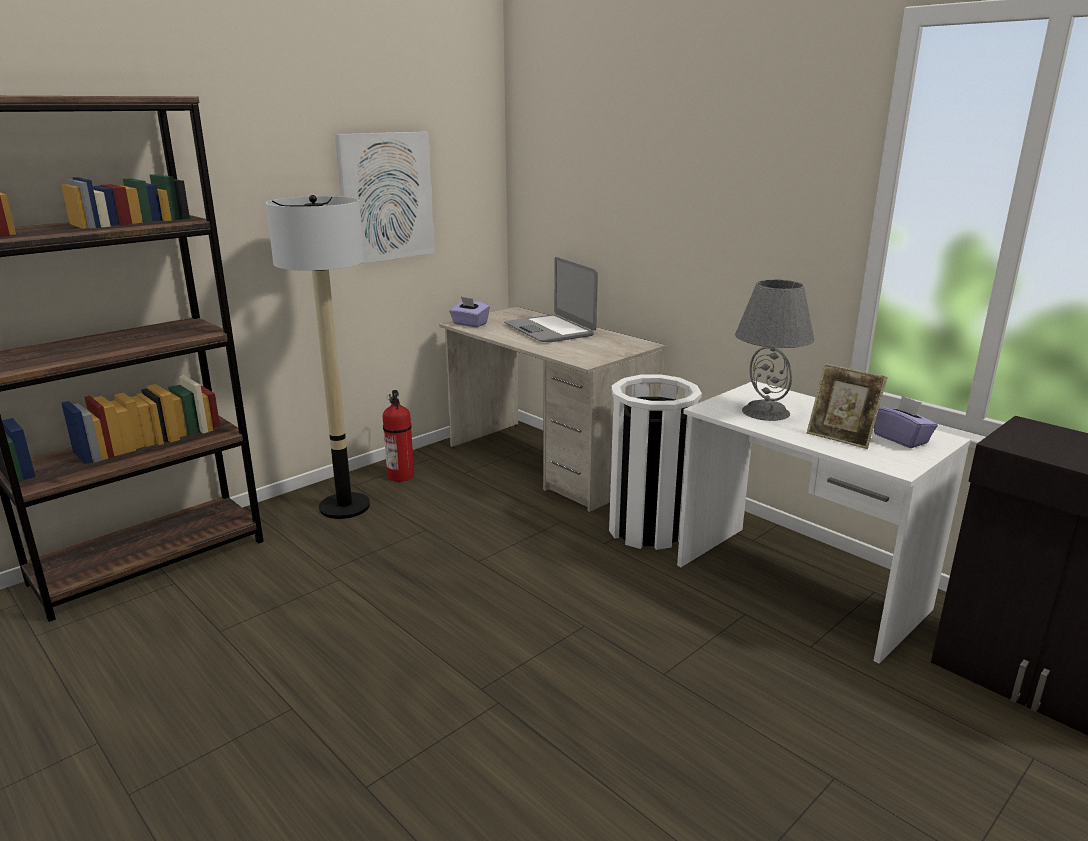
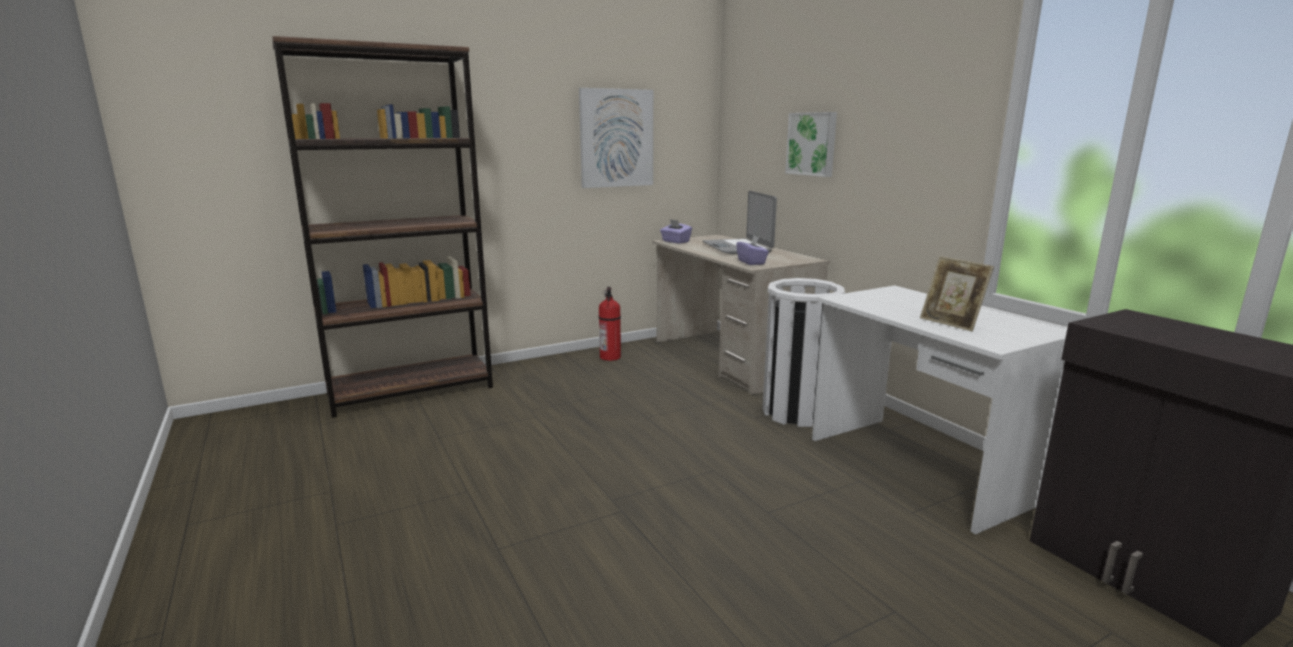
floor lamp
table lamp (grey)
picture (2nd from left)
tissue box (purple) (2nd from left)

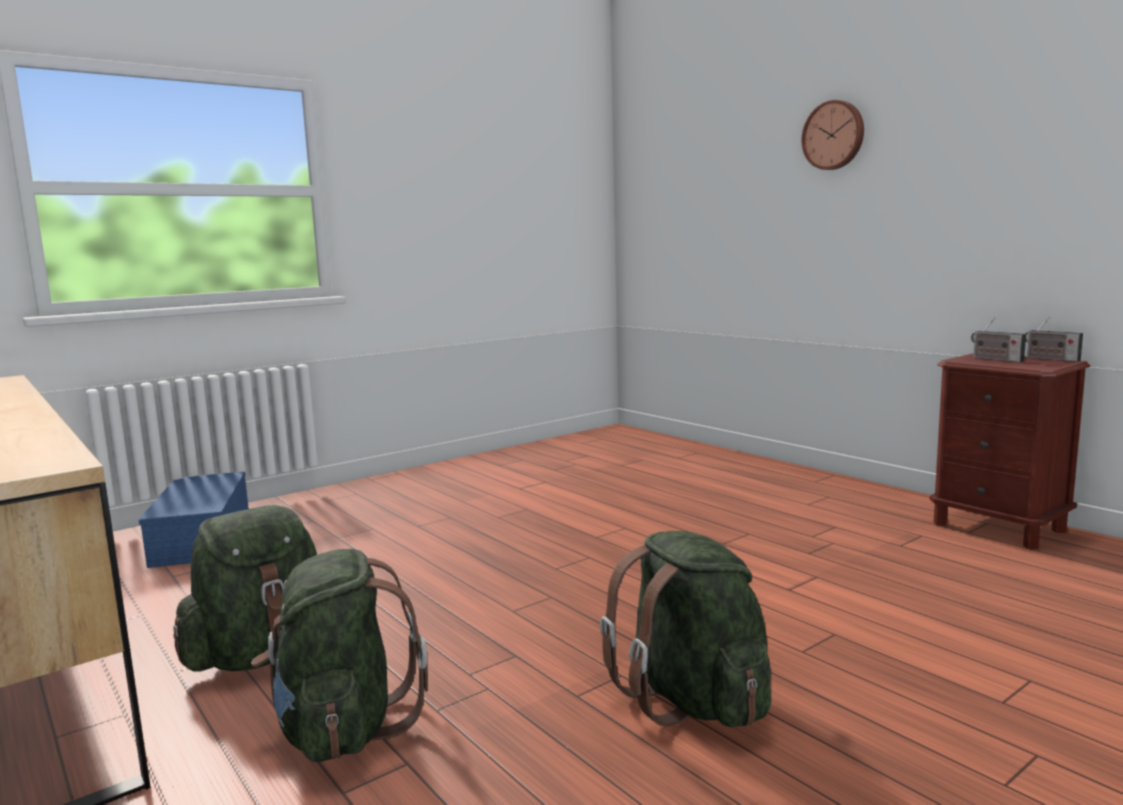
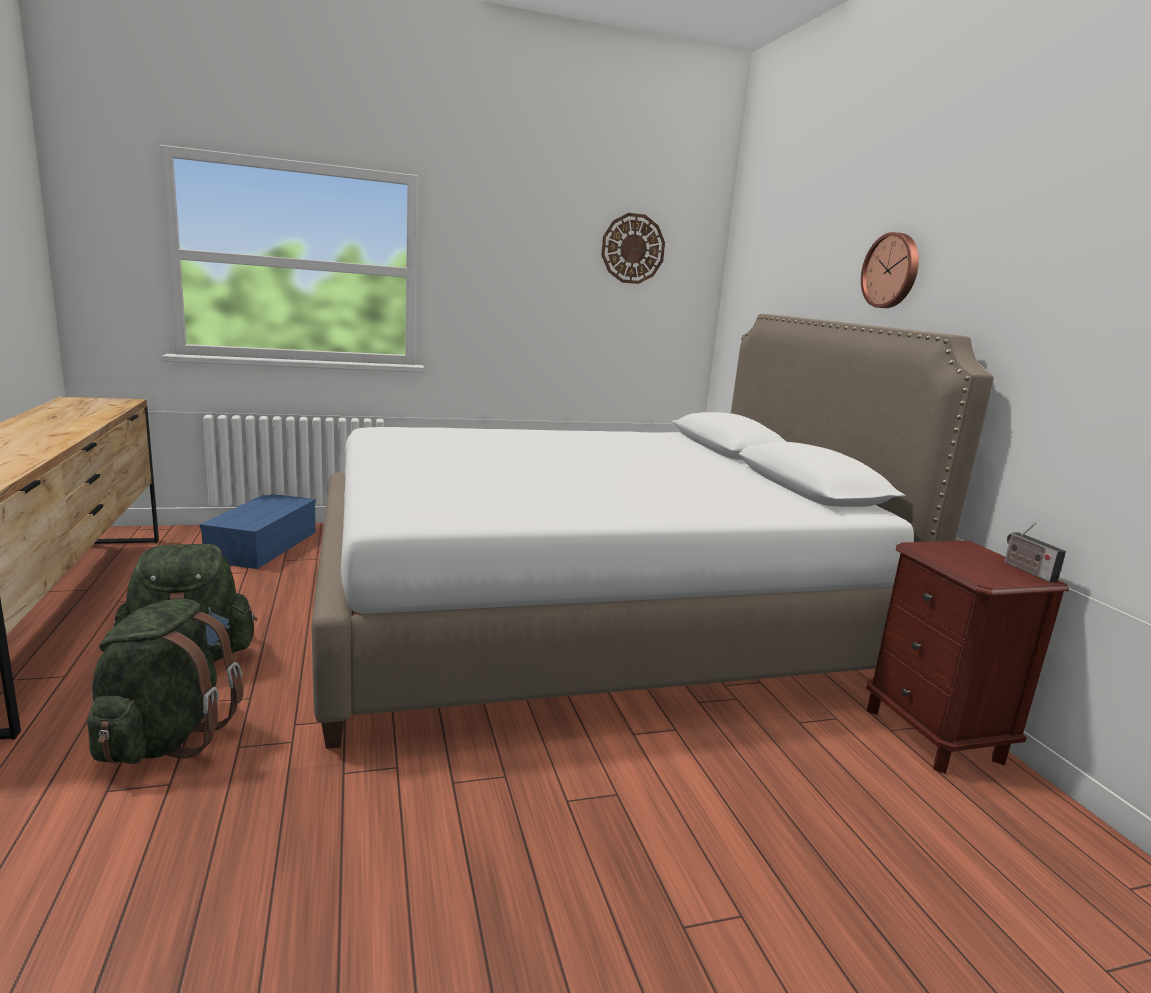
backpack (green) (3rd from left in the first image)
radio (1st from left in the first image)
bed (white)
wall clock (1st from left)

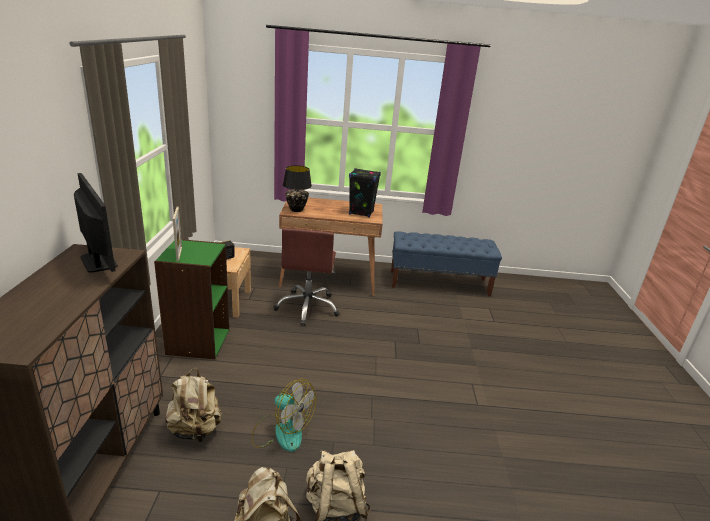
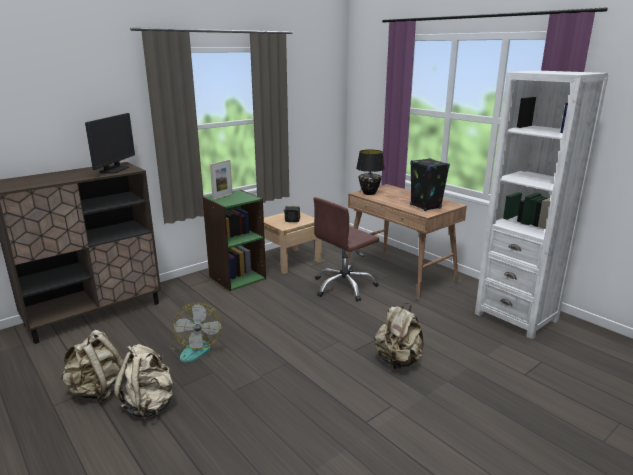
backpack (beige) (3rd from left)
bookcase (white)

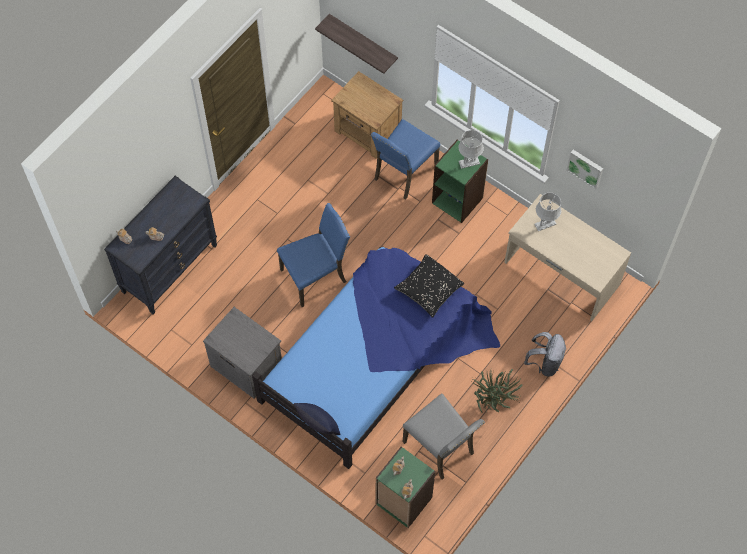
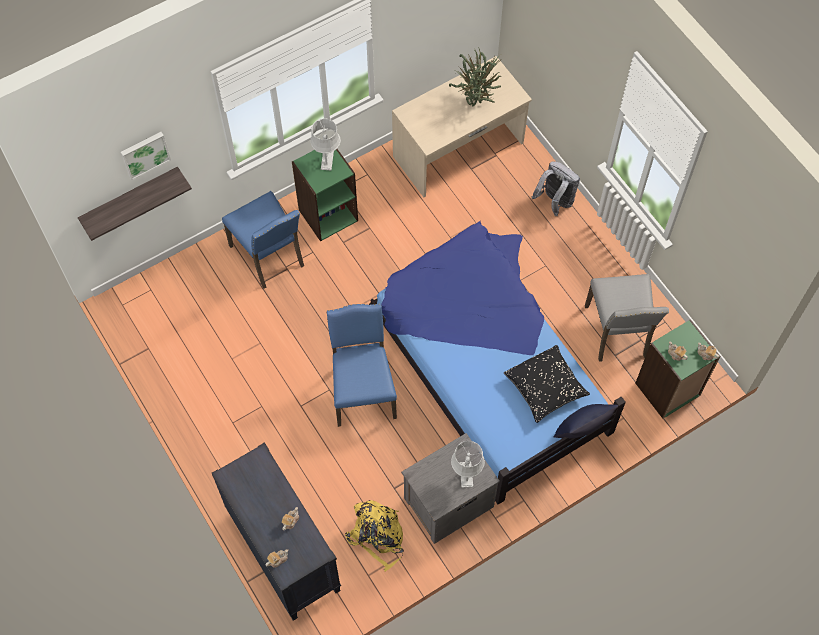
nightstand (brown)
backpack (yellow)
pillow (black)
potted plant
table lamp (grey) (2nd from left)
picture
chair (grey)

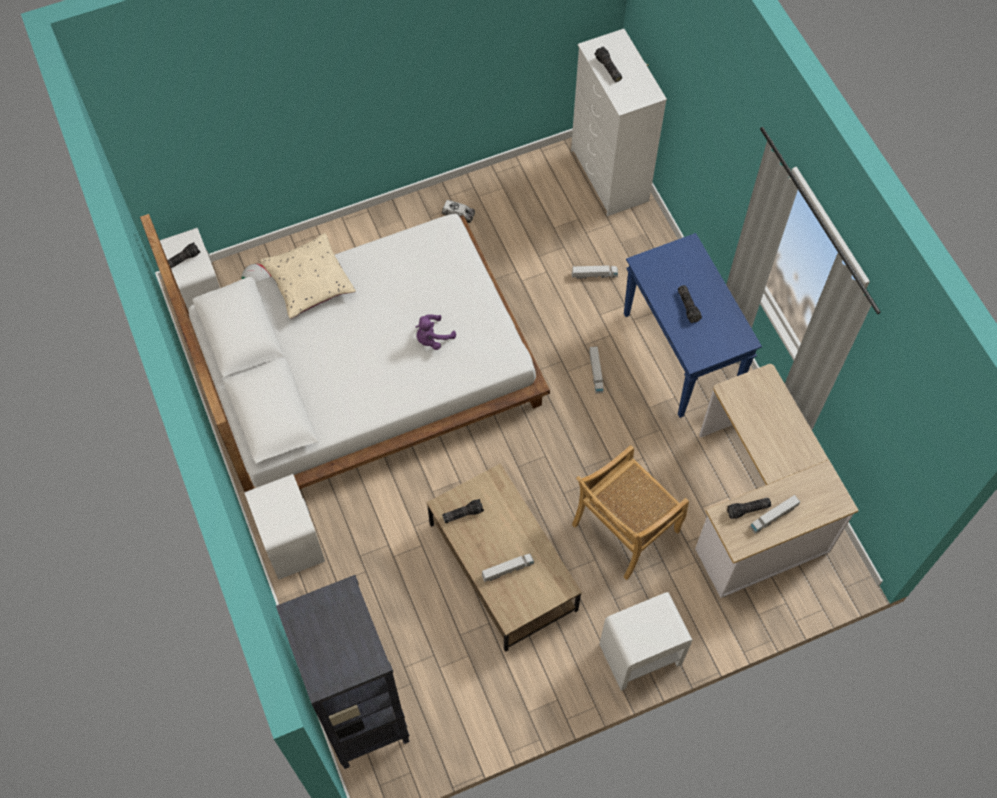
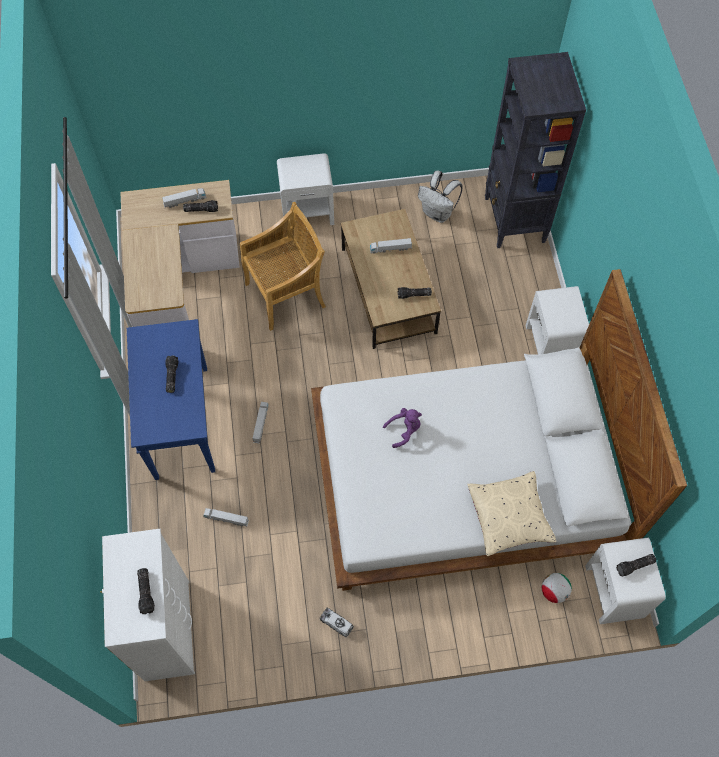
backpack (white)

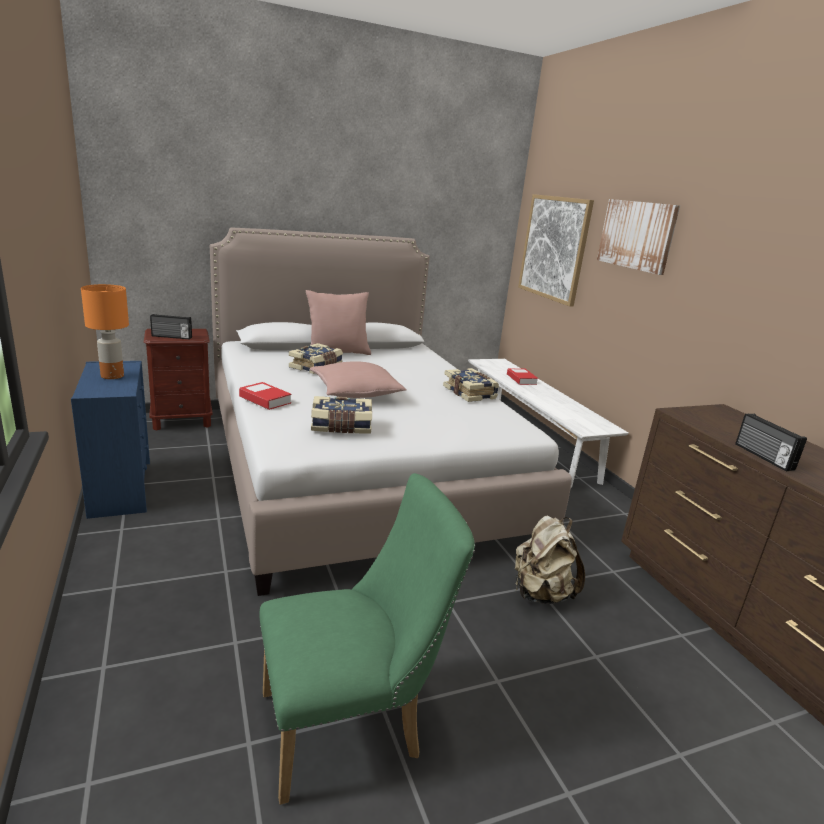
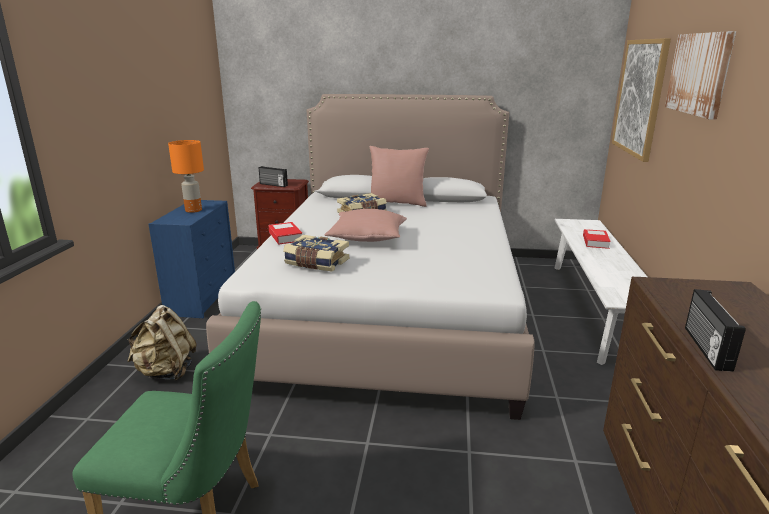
book (4th from left in the first image)
backpack (beige)

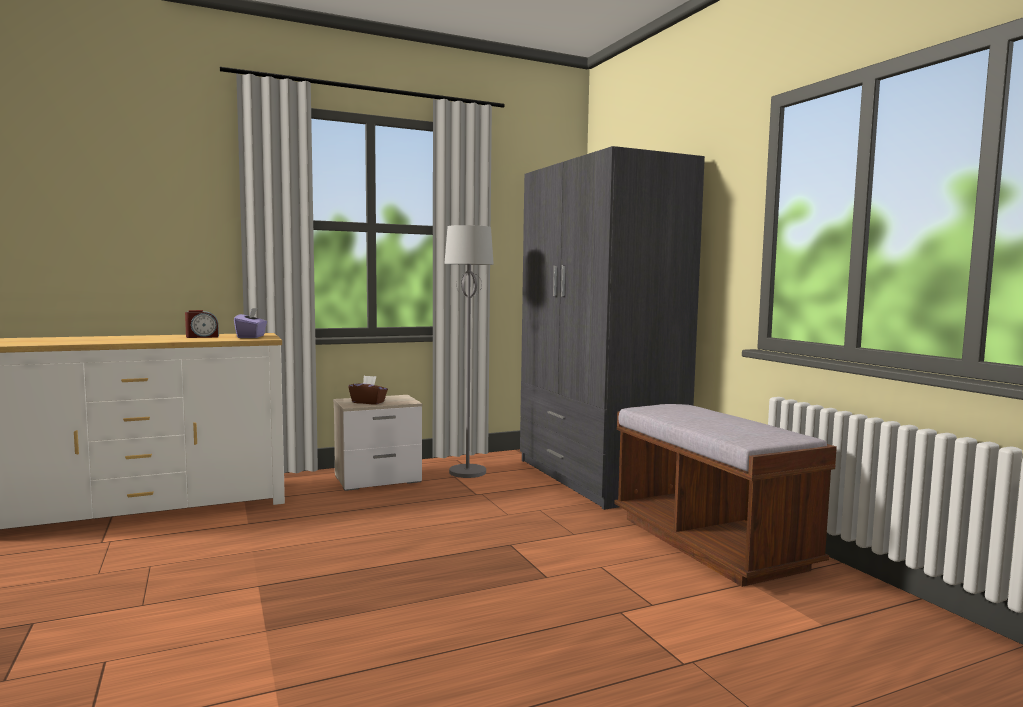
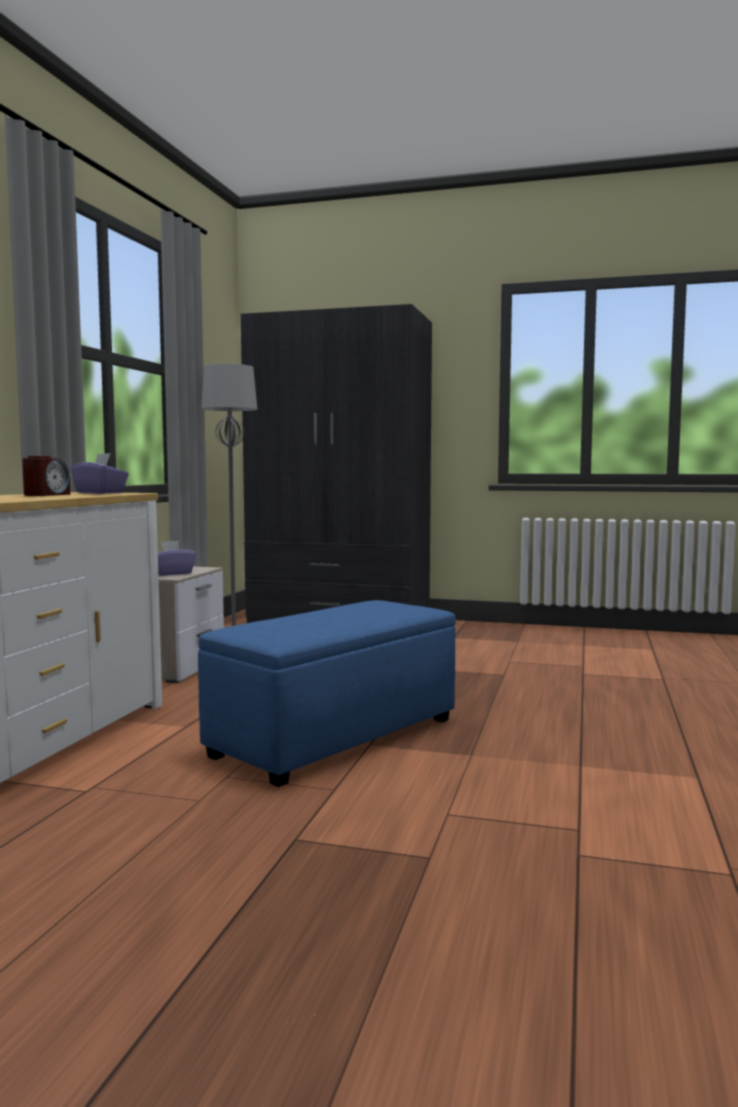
bench (brown)
ottoman (blue)
tissue box (purple) (2nd from left)

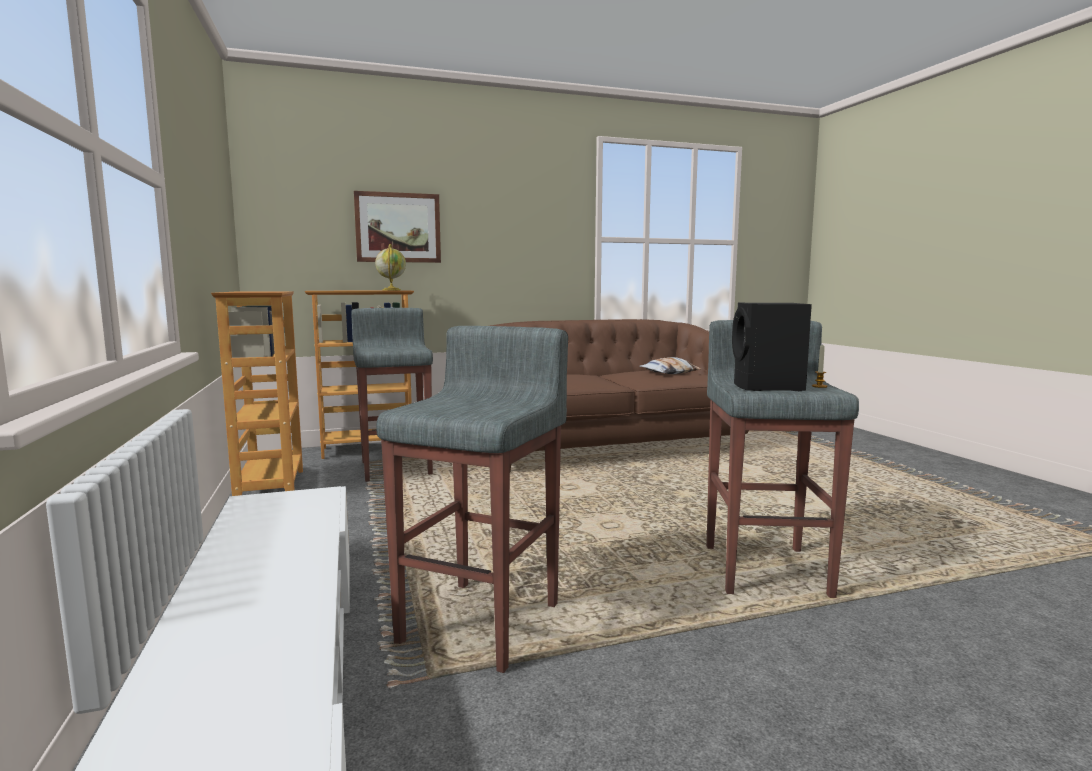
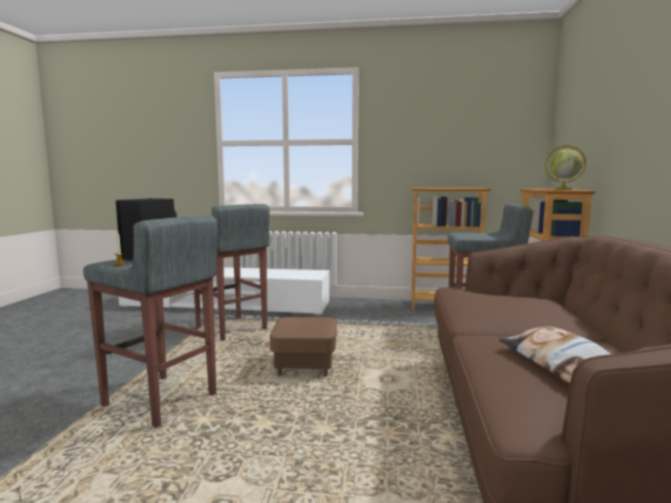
picture
ottoman (brown)

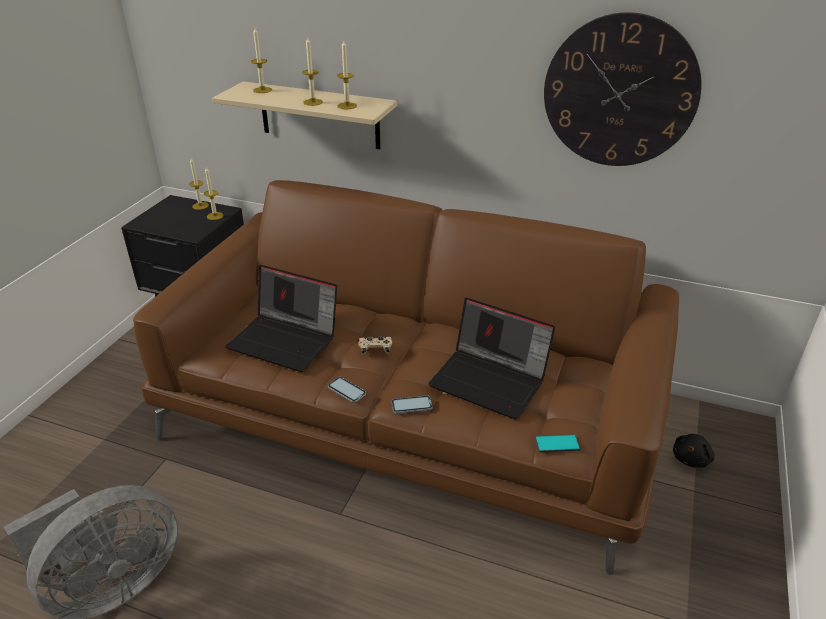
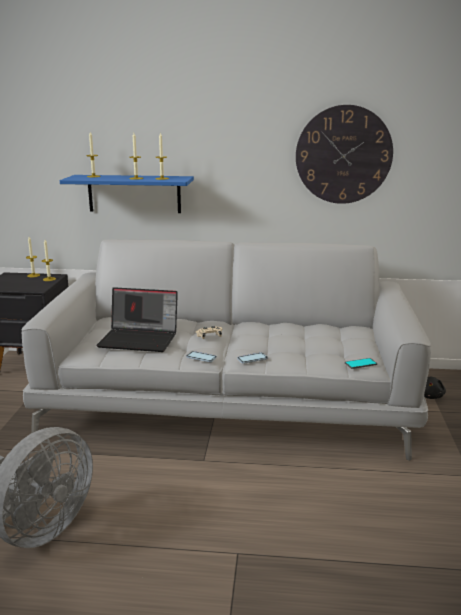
laptop (2nd from left in the first image)
sofa (grey)
shelf (blue)

